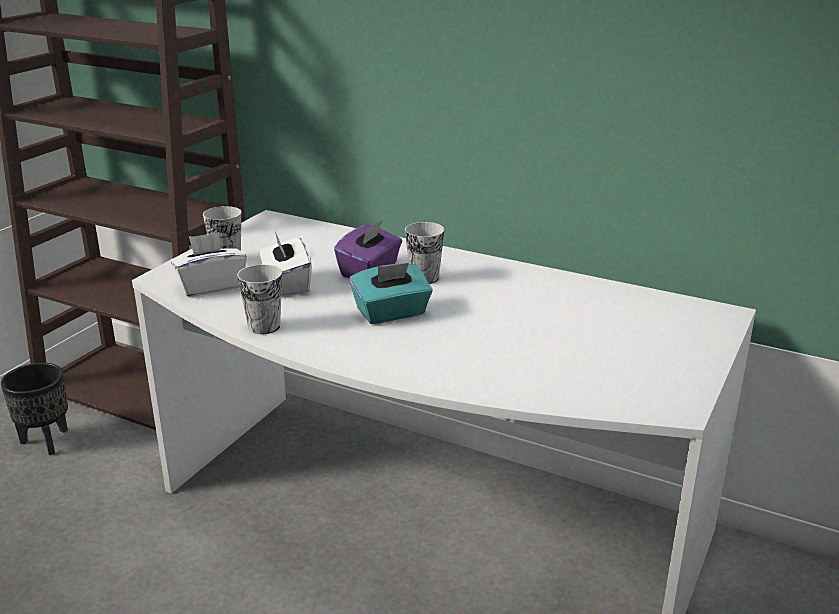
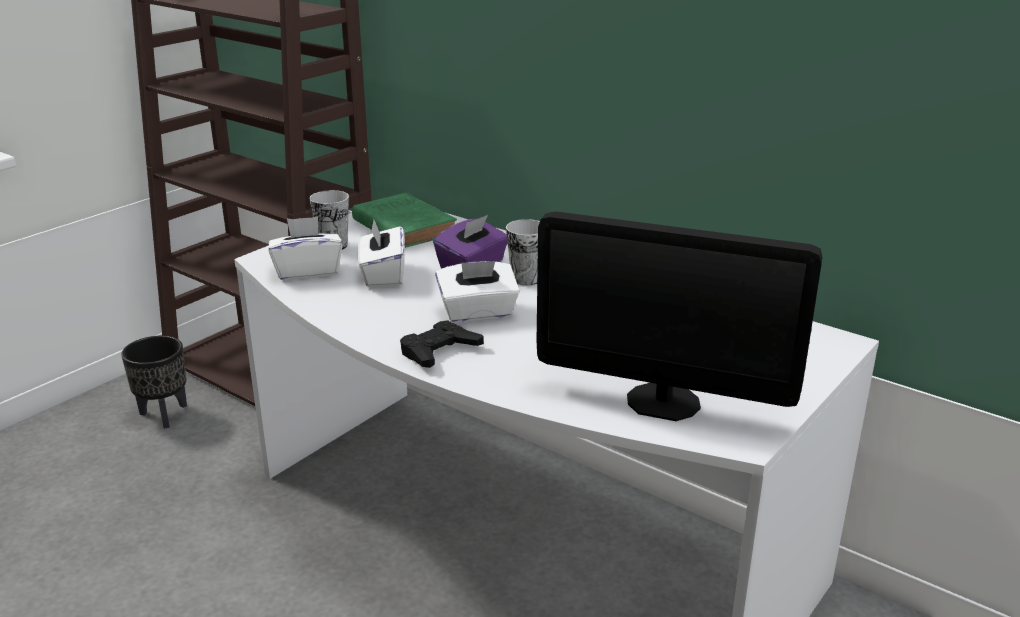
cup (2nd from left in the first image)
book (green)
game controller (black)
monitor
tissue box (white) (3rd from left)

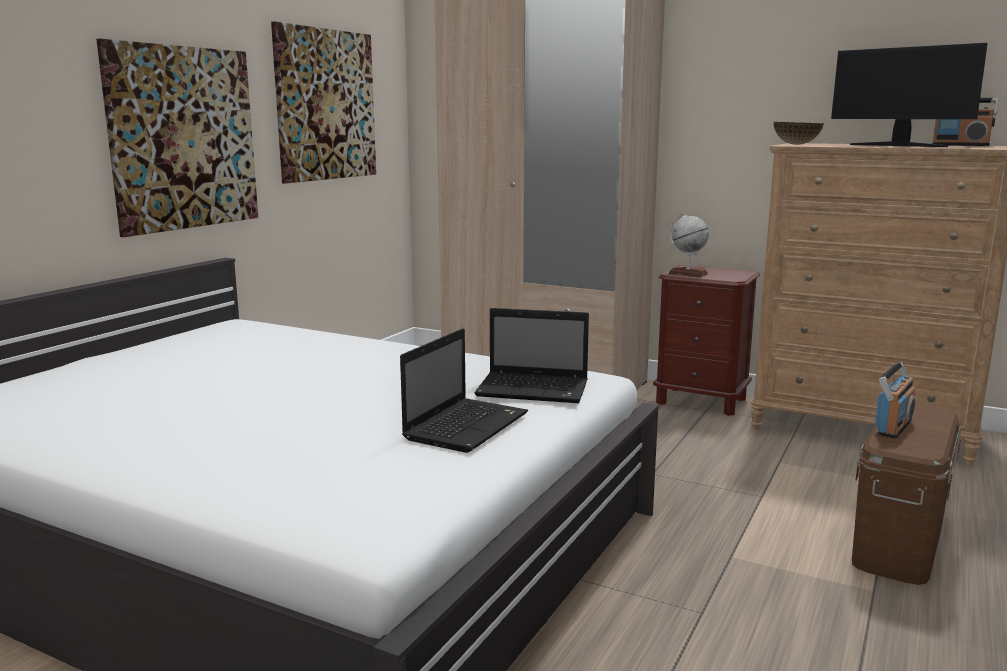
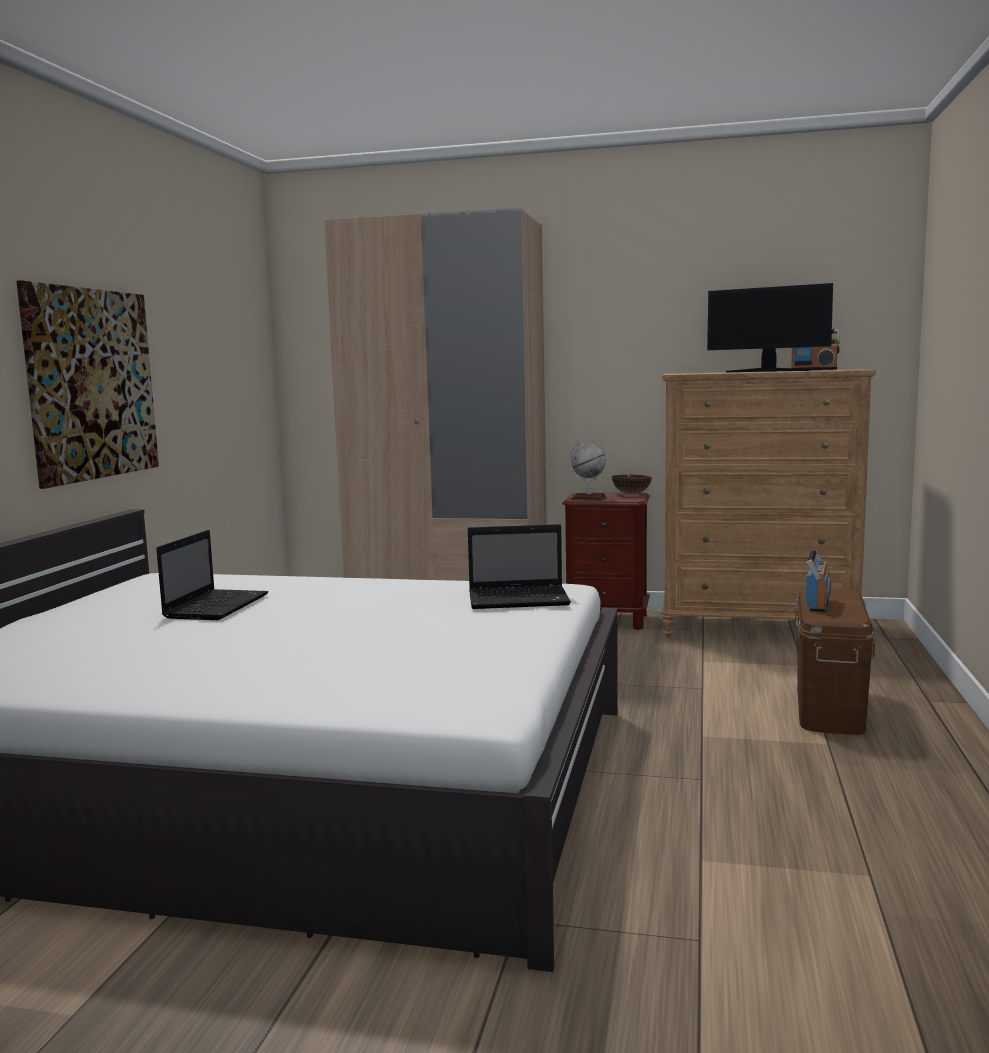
picture (2nd from left in the first image)
laptop (1st from left)
bowl

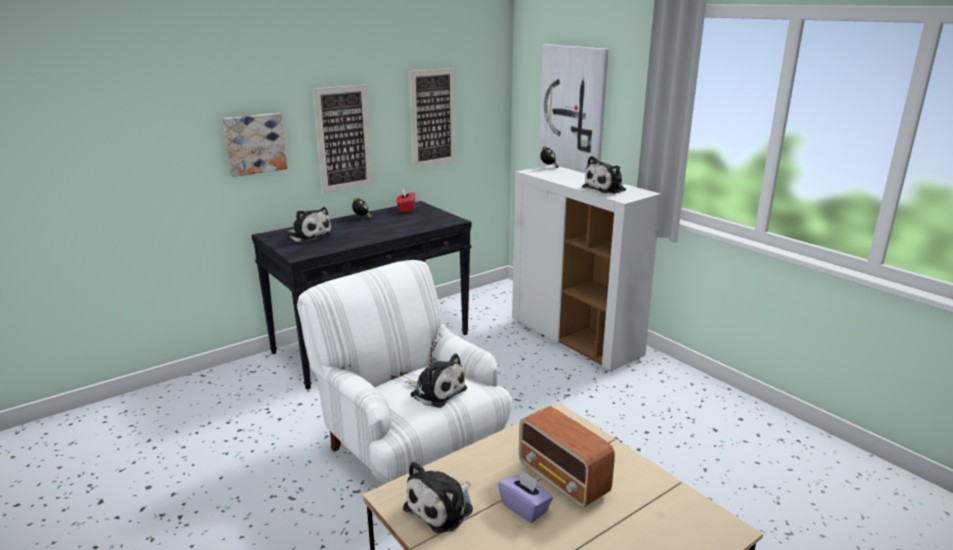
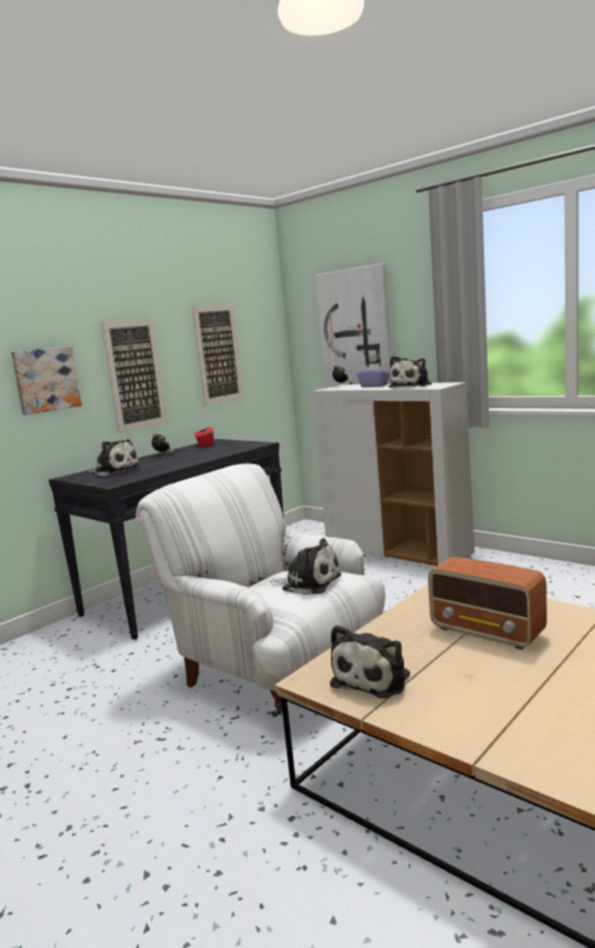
tissue box (purple)

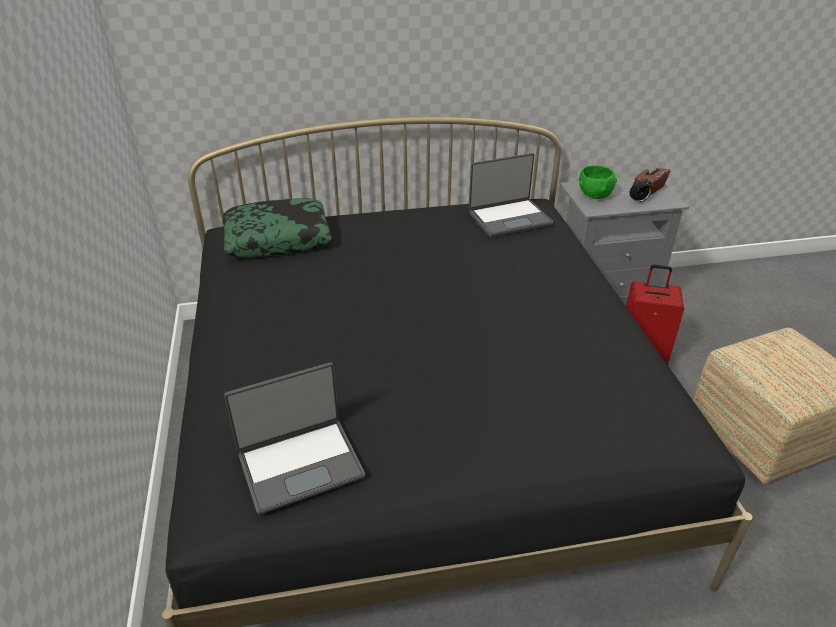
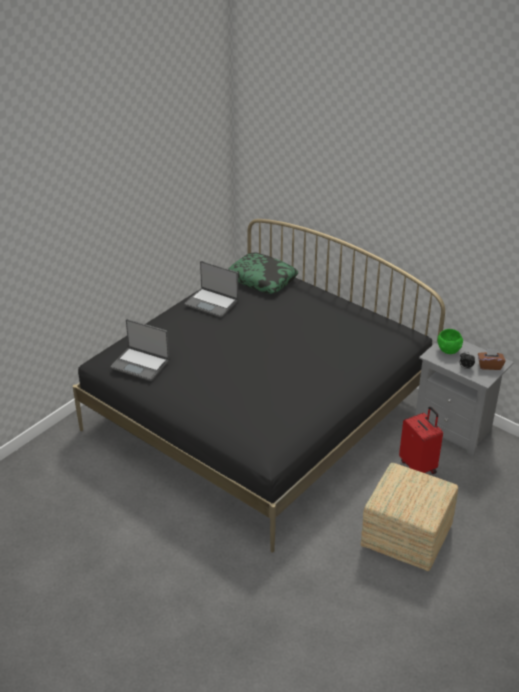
laptop (2nd from left)

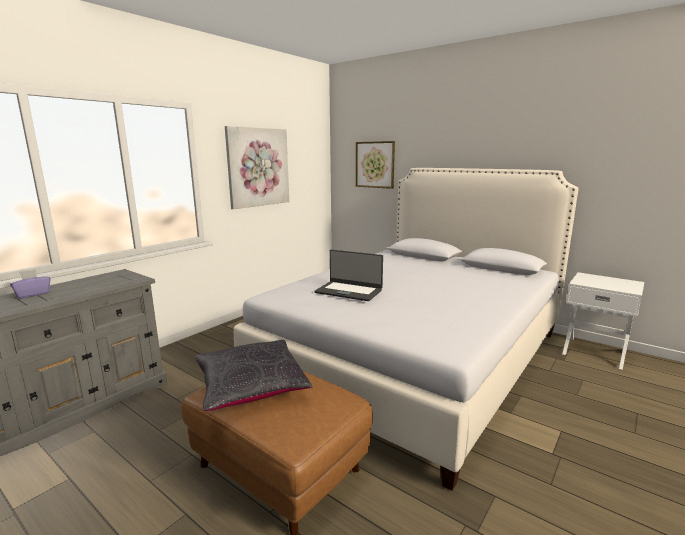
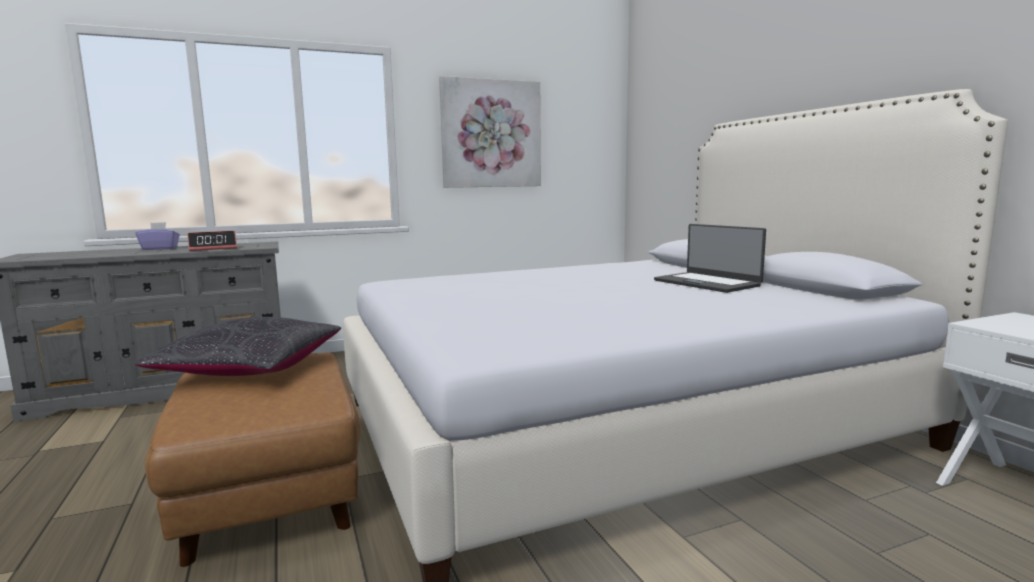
picture (2nd from left in the first image)
alarm clock
laptop

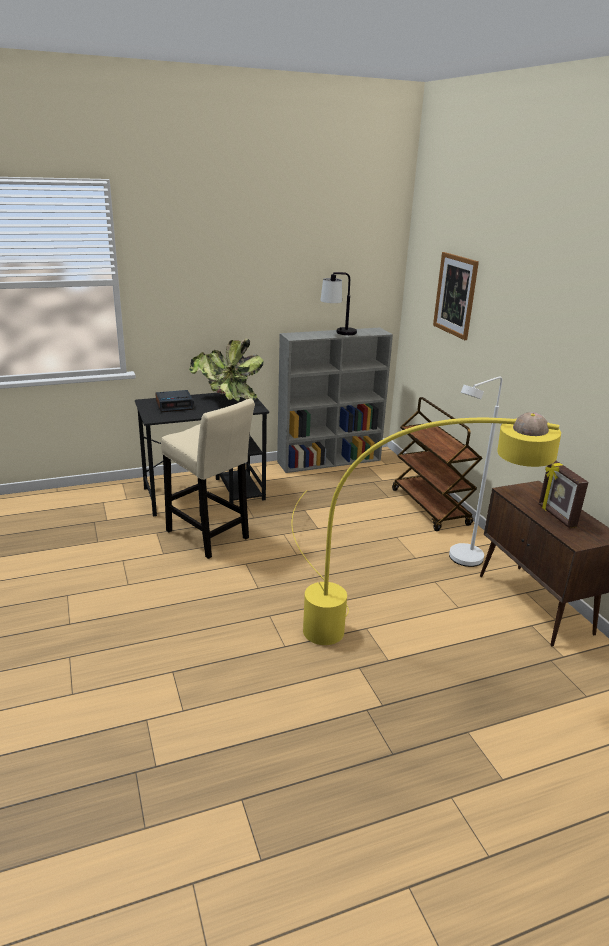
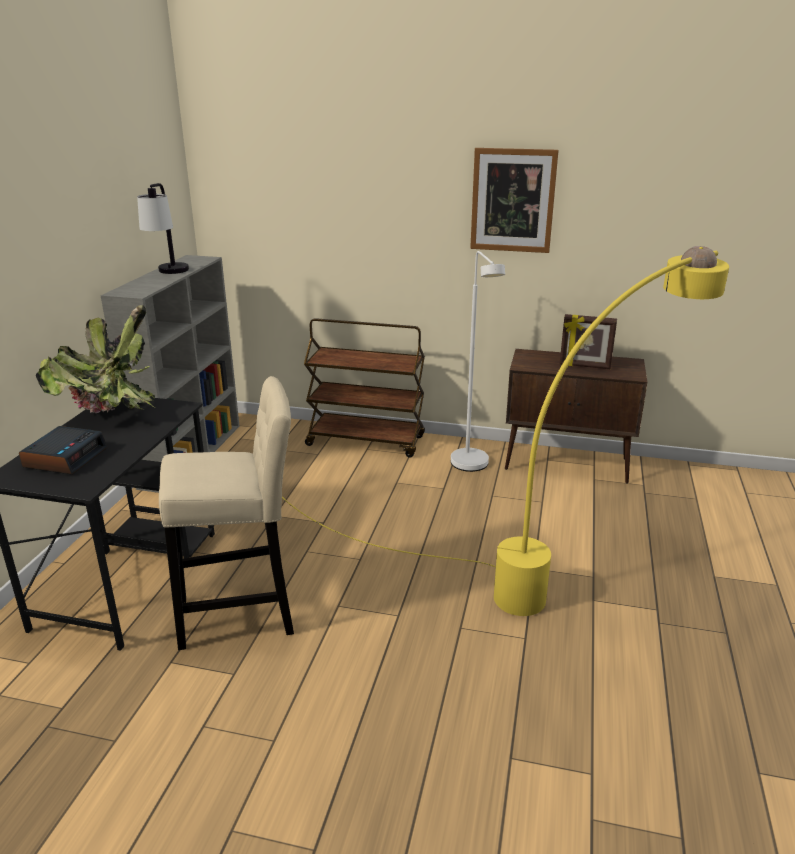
picture

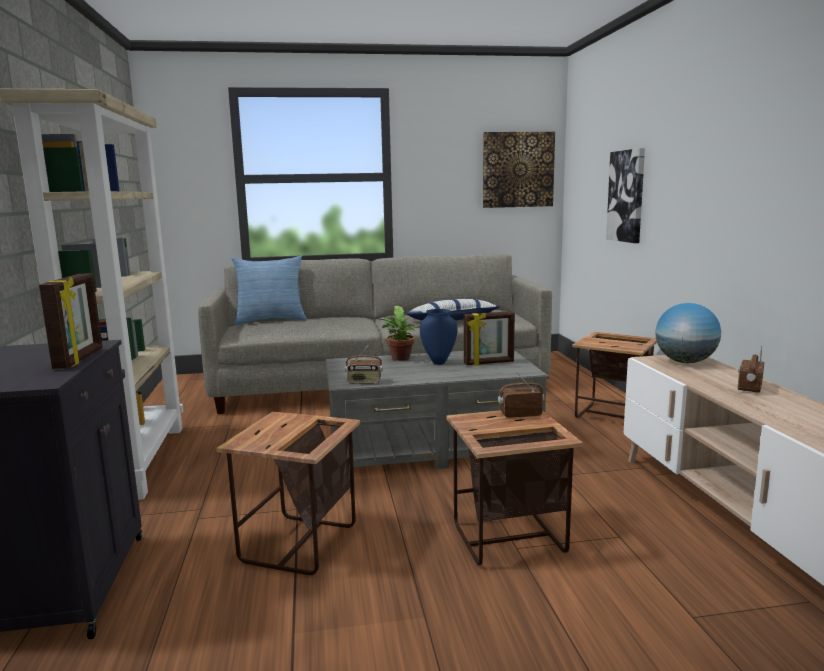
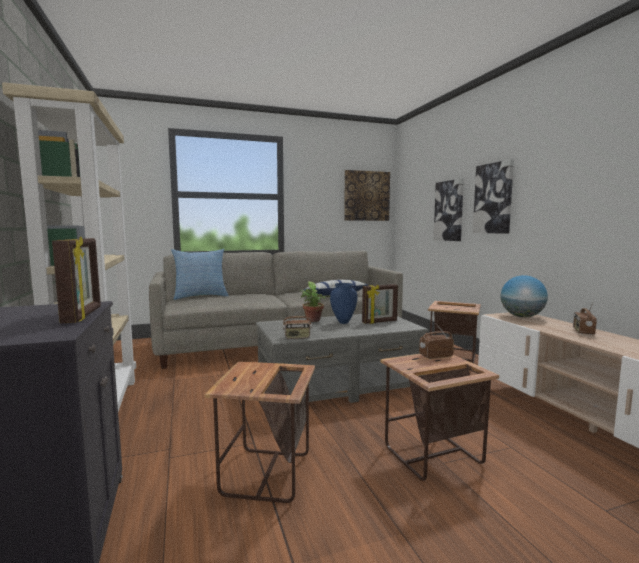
picture (3rd from left)

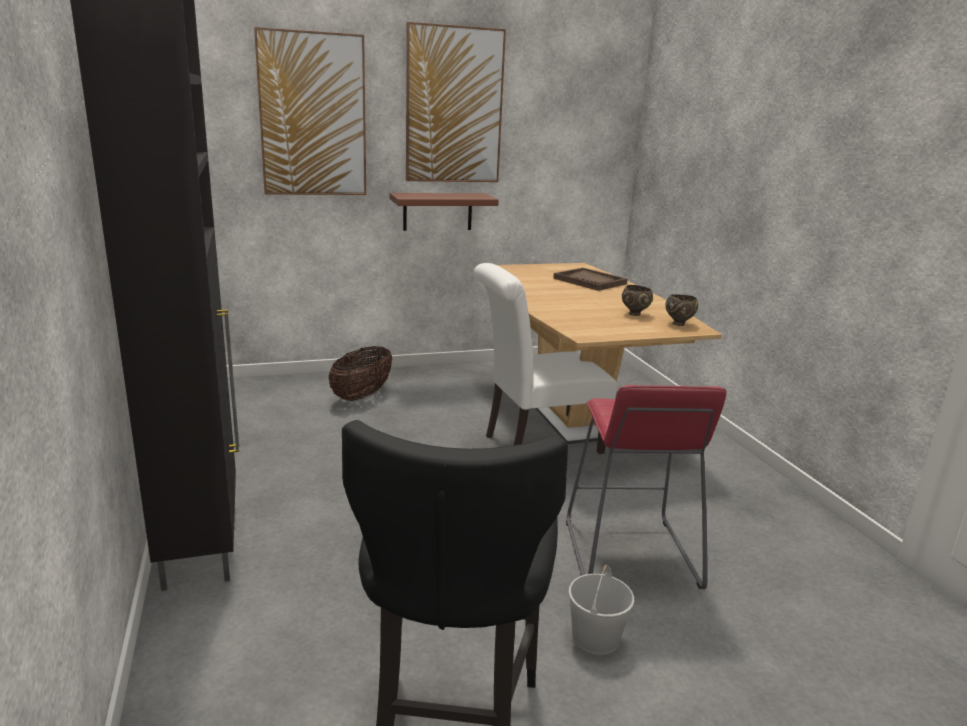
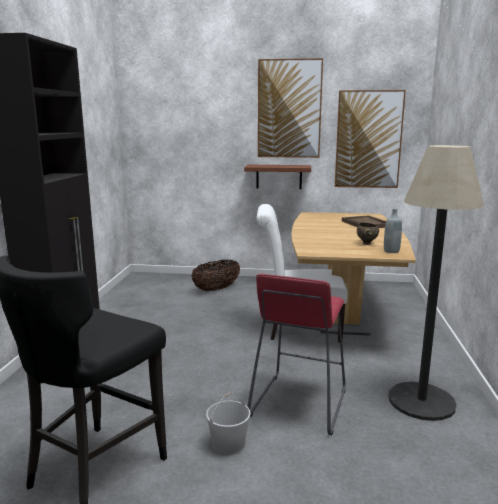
floor lamp
picture (2nd from left)
bottle (grey)

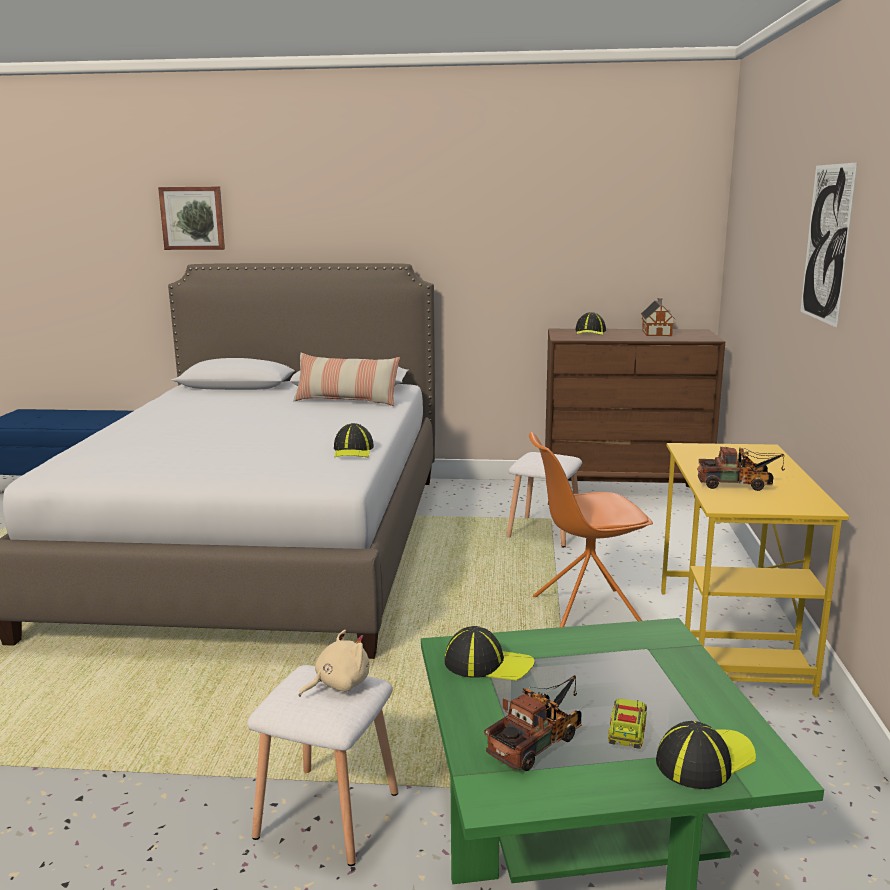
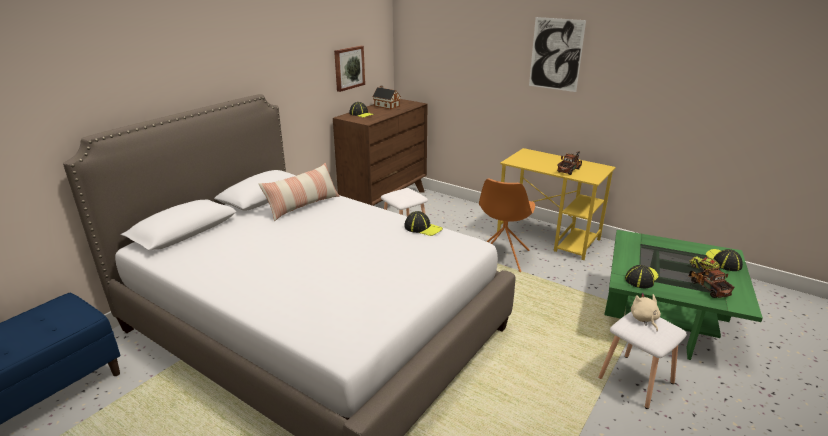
picture (1st from left)

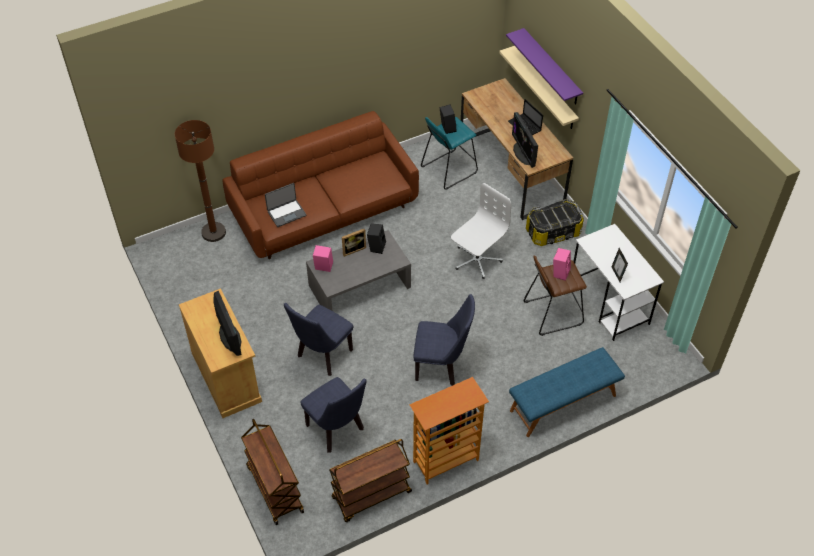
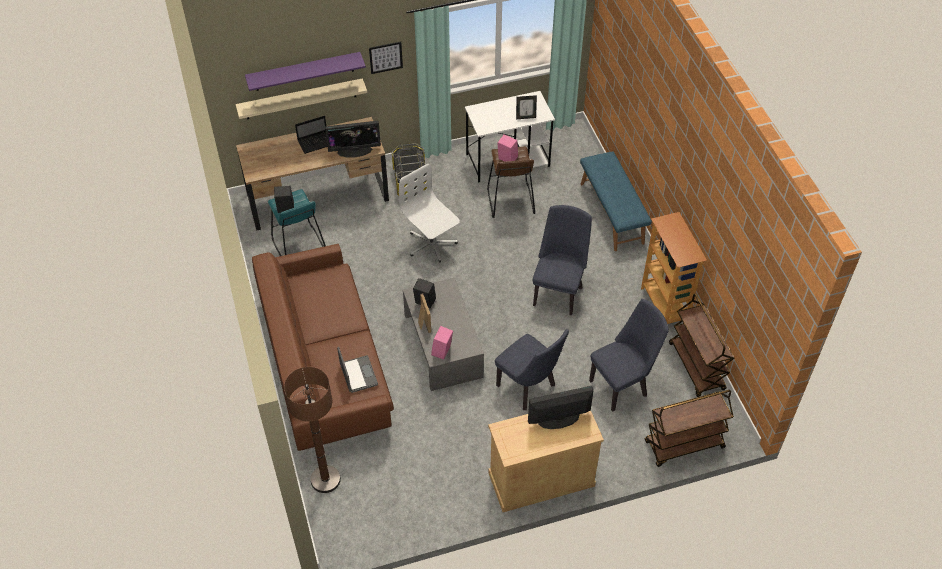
picture

